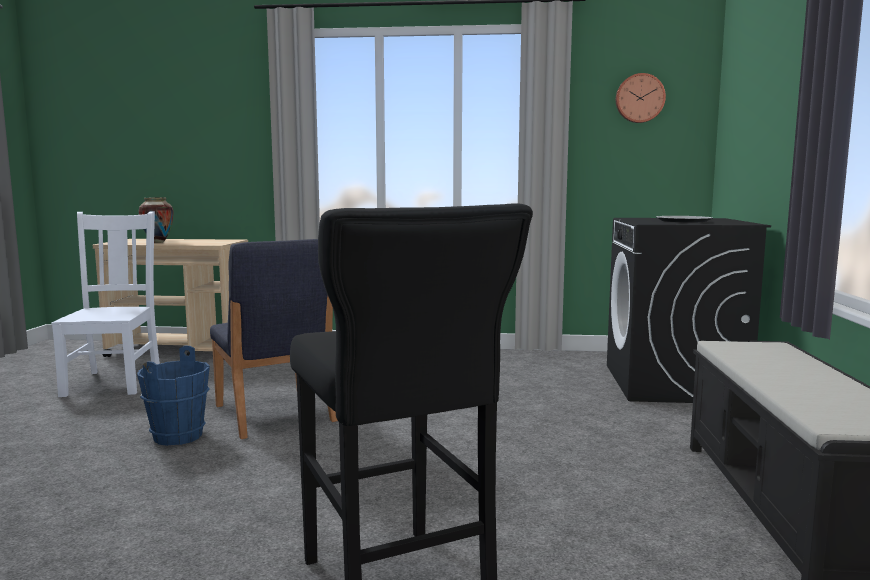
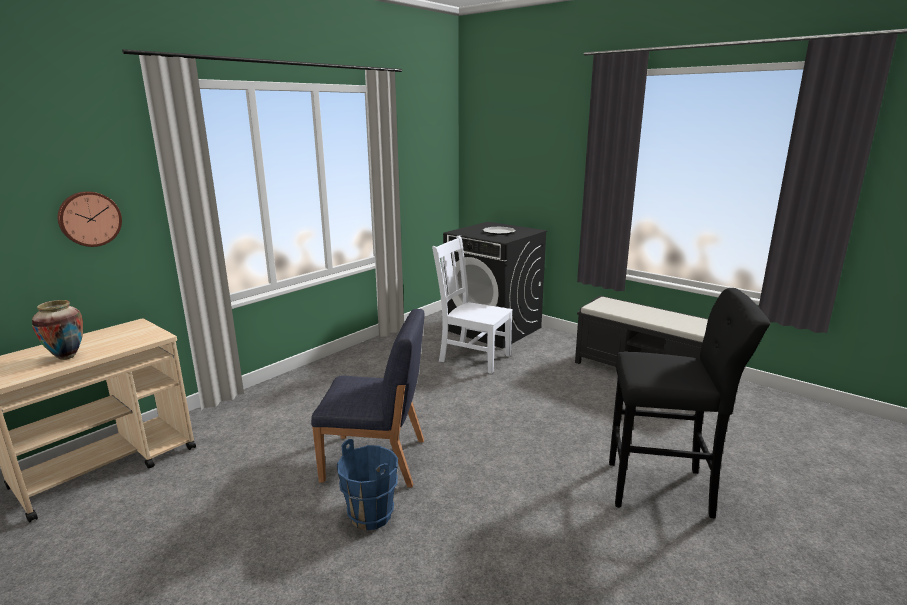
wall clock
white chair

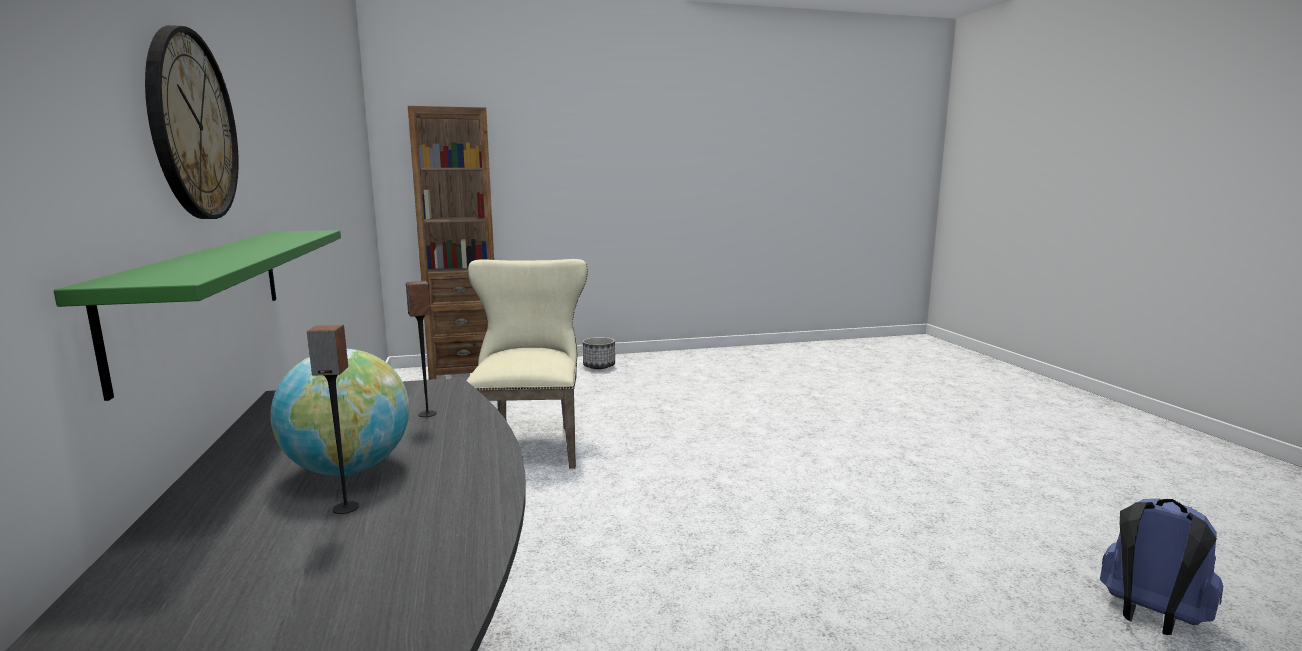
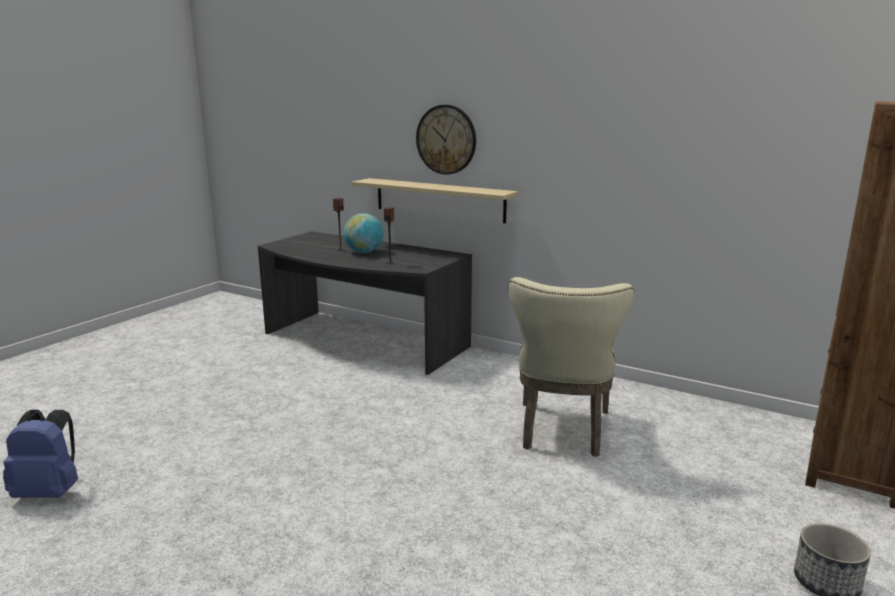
beige shelf
beige chair

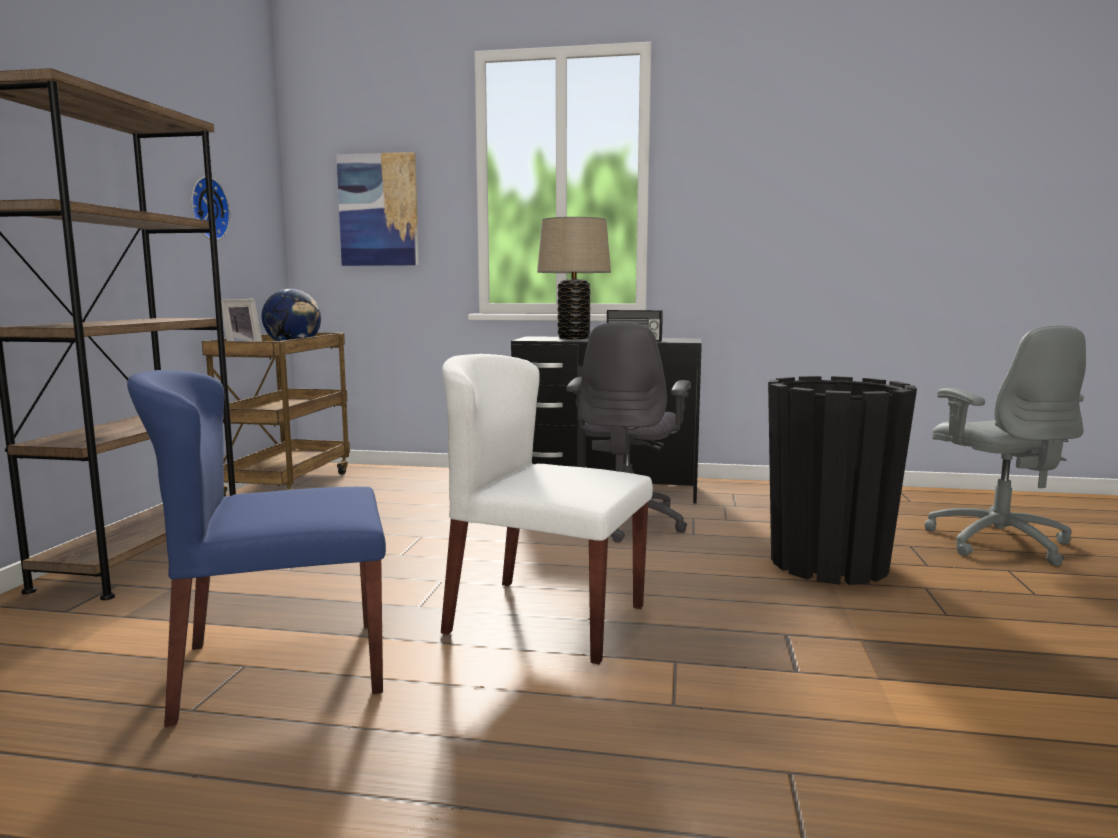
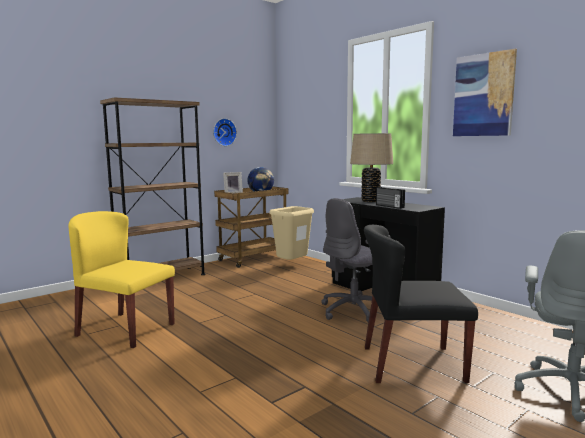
picture
white chair
yellow chair
black chair
beige trash can

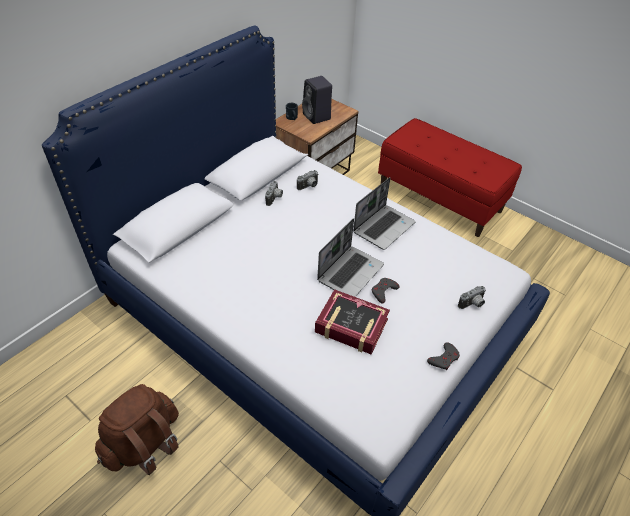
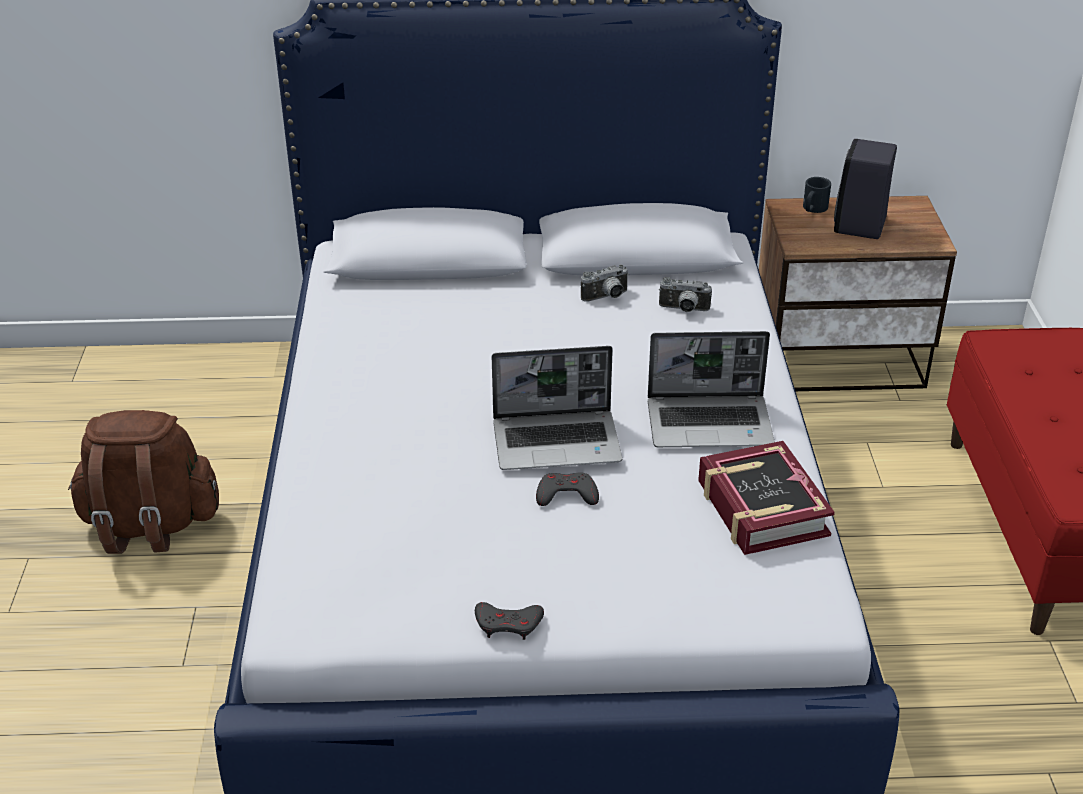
photo camera (no. 3 from left in the first image)
book

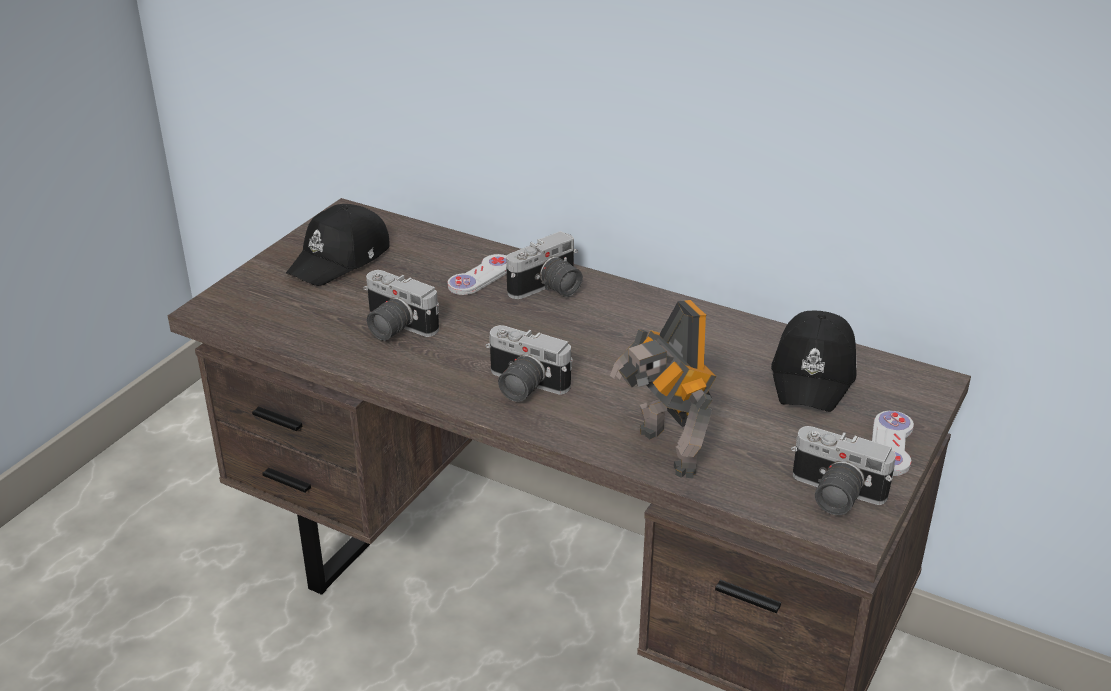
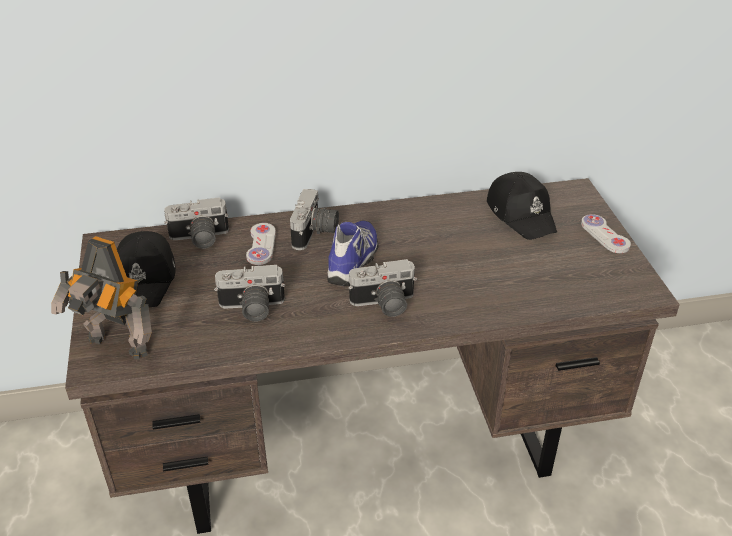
toy robot
photo camera (no. 1 from left)
shoe

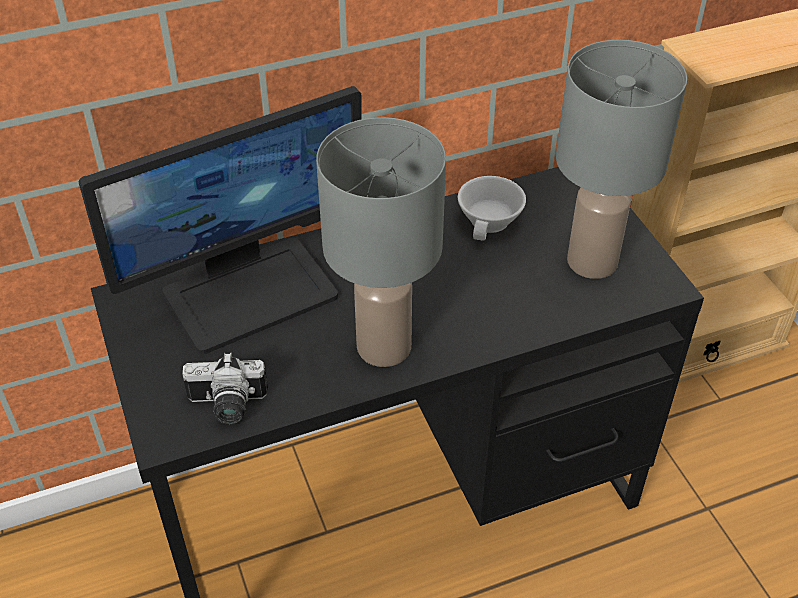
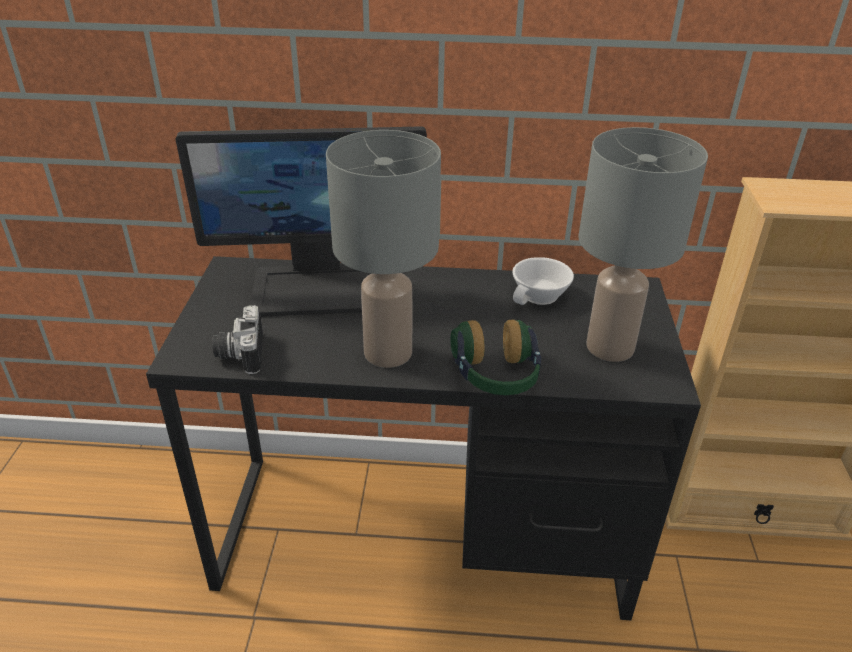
photo camera
headphones

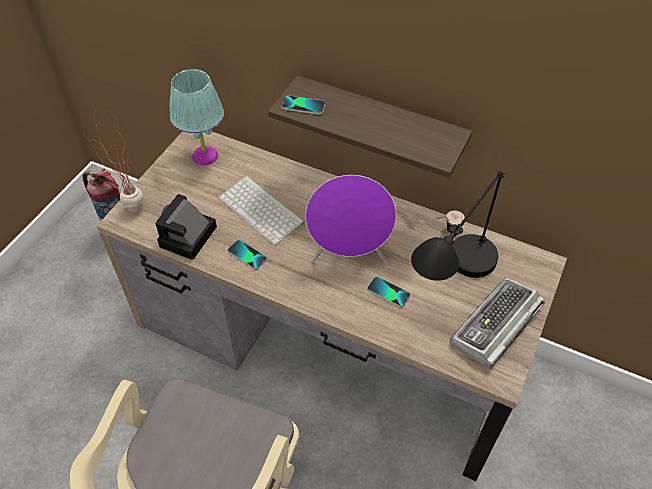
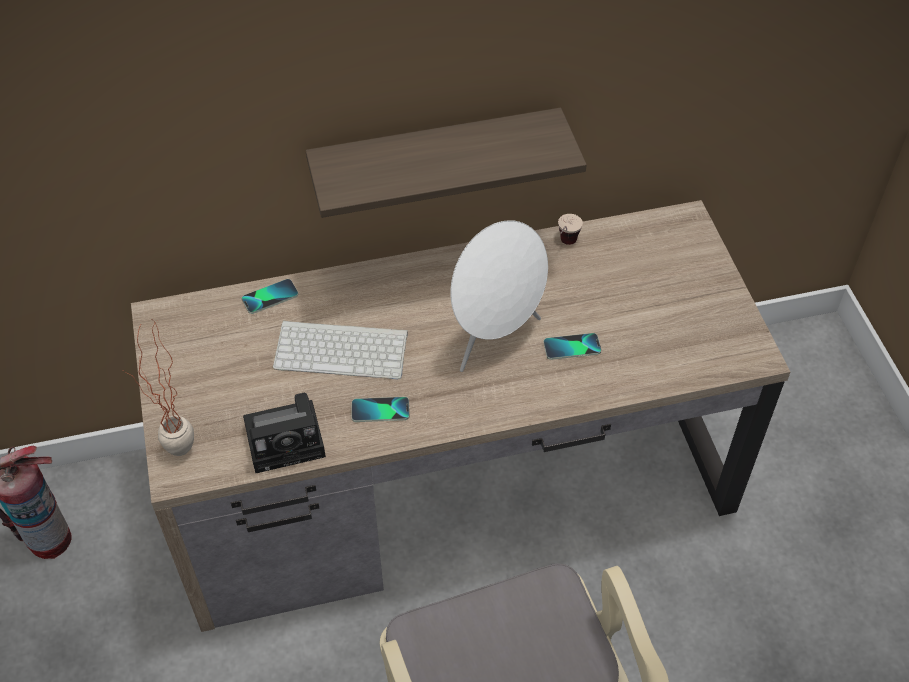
turquoise table lamp
phone (no. 1 from left)
black table lamp
white speaker
photo camera
keyboard (no. 2 from left in the first image)

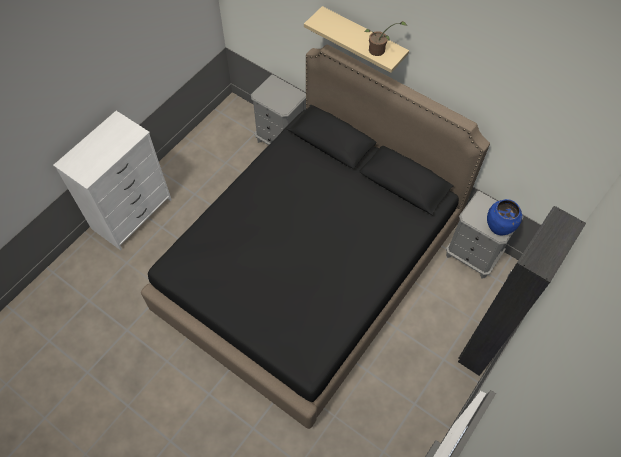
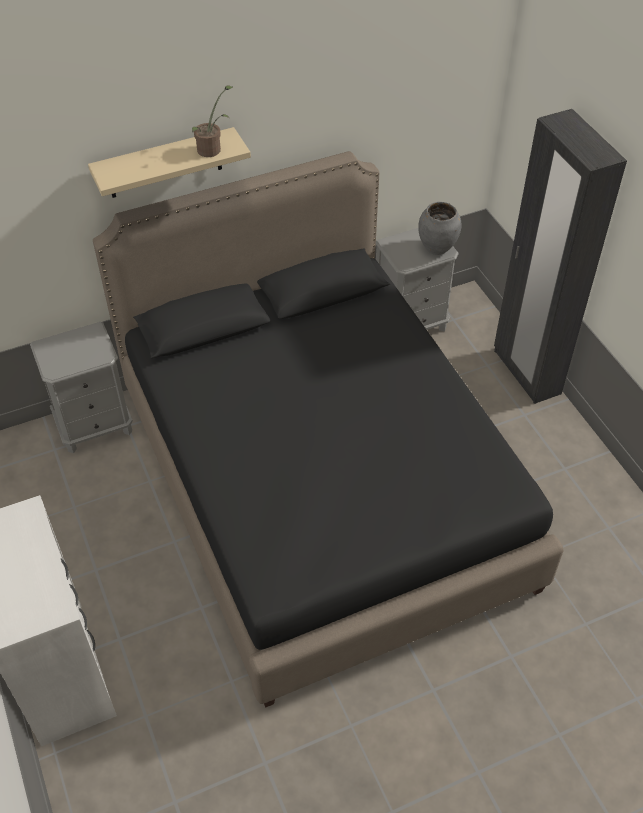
grey vase

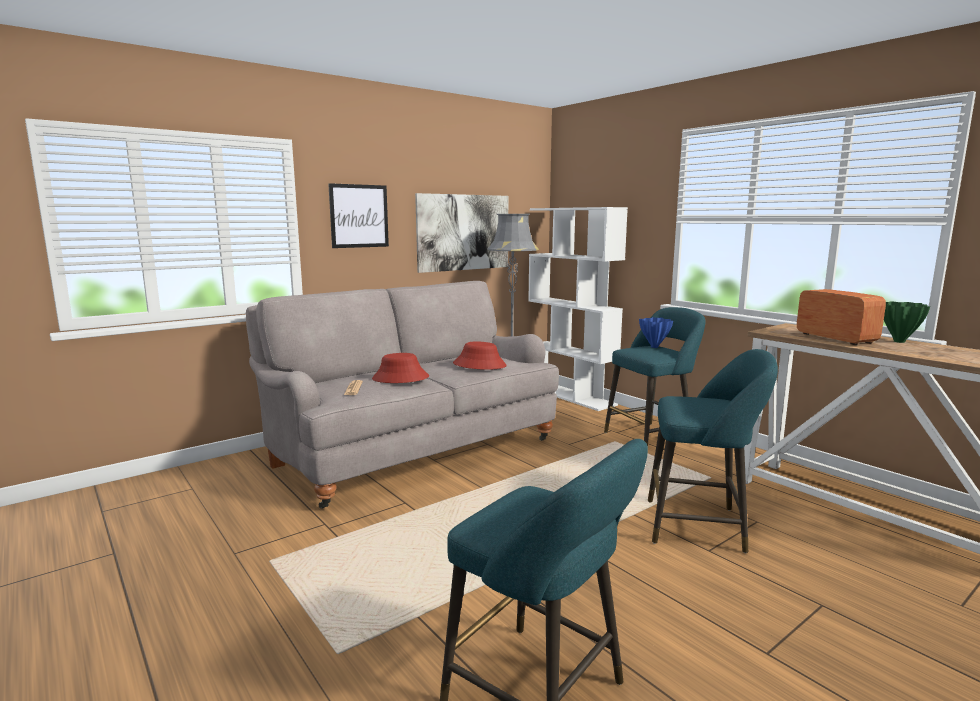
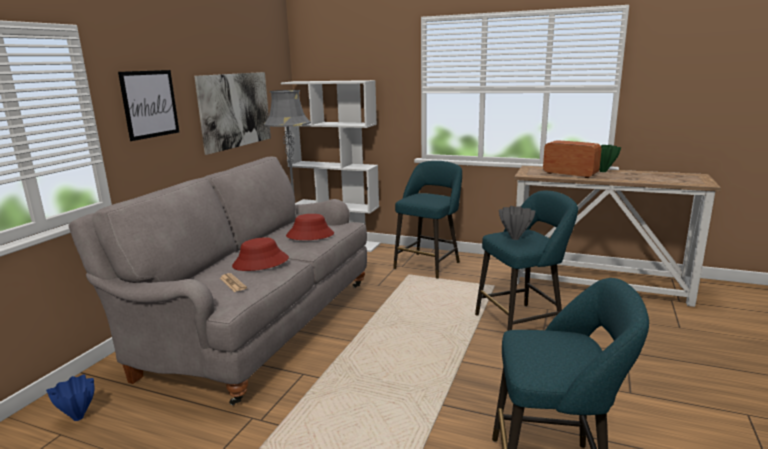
blue vase
grey vase

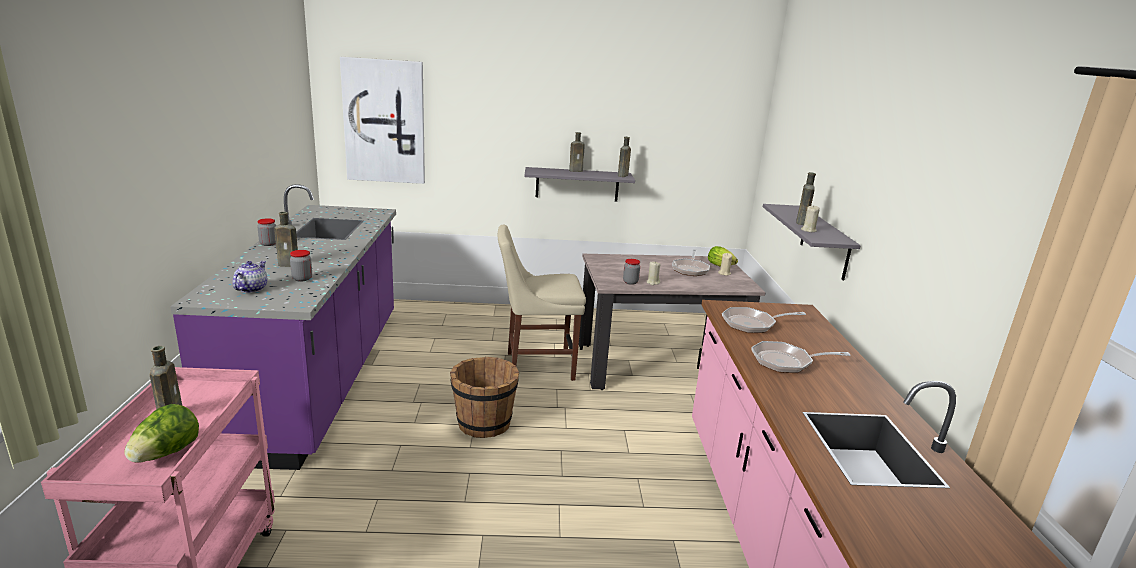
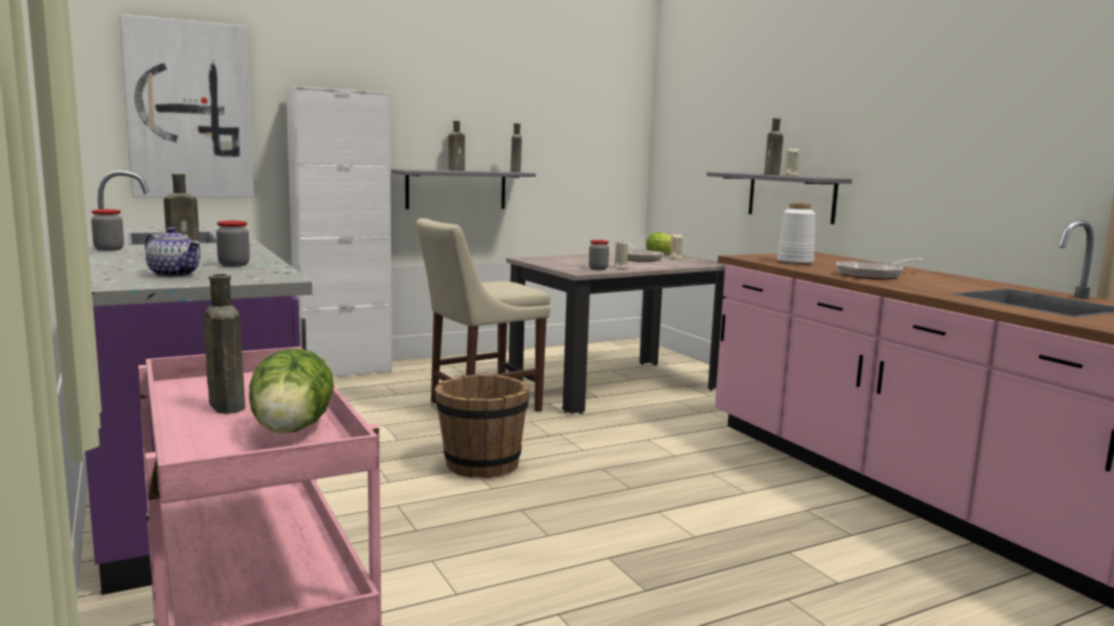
teapot
white vase
white cabinet

